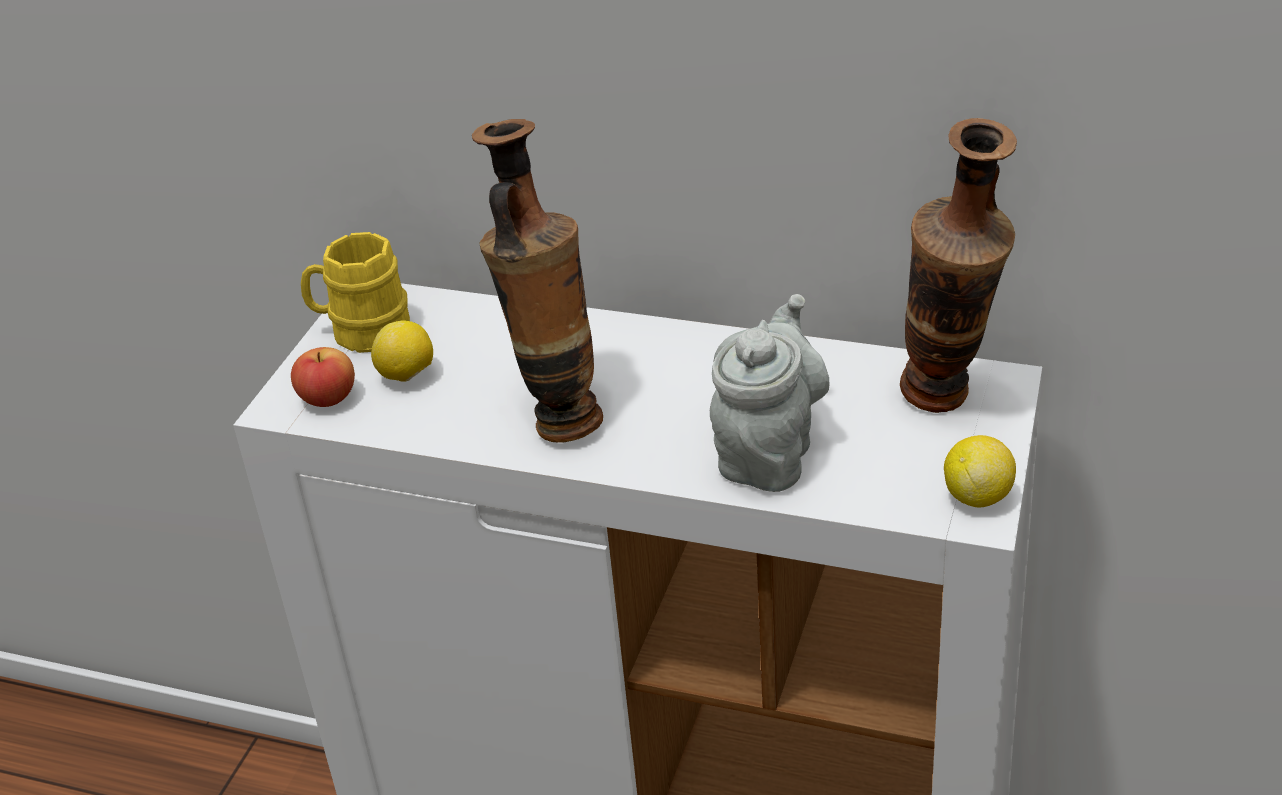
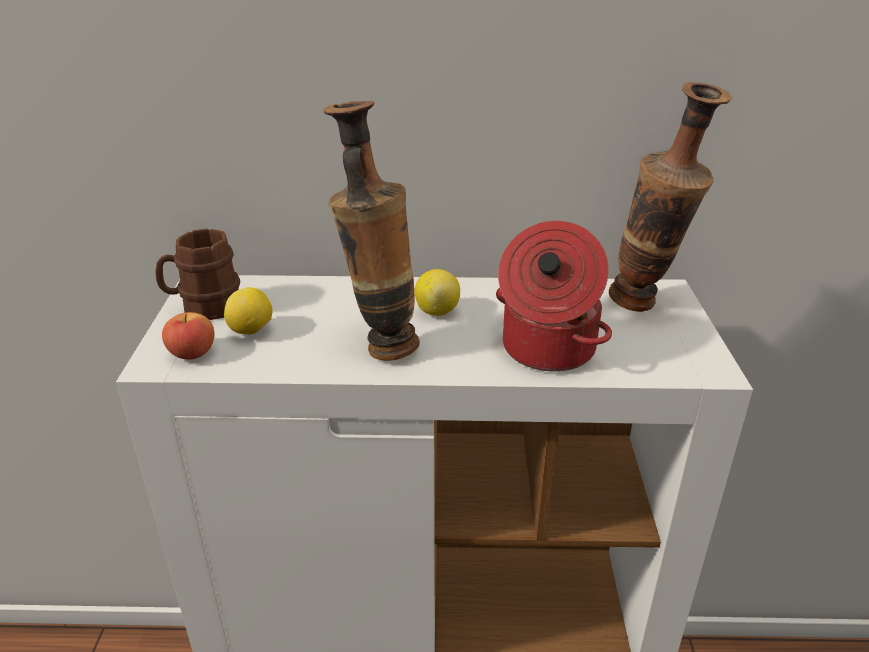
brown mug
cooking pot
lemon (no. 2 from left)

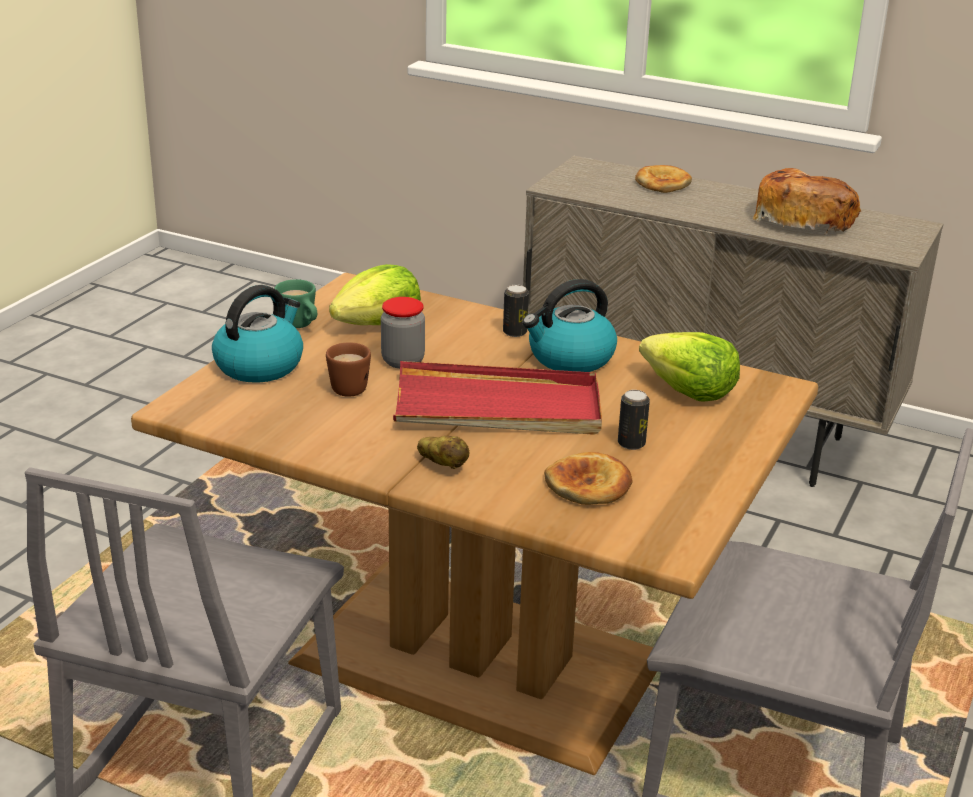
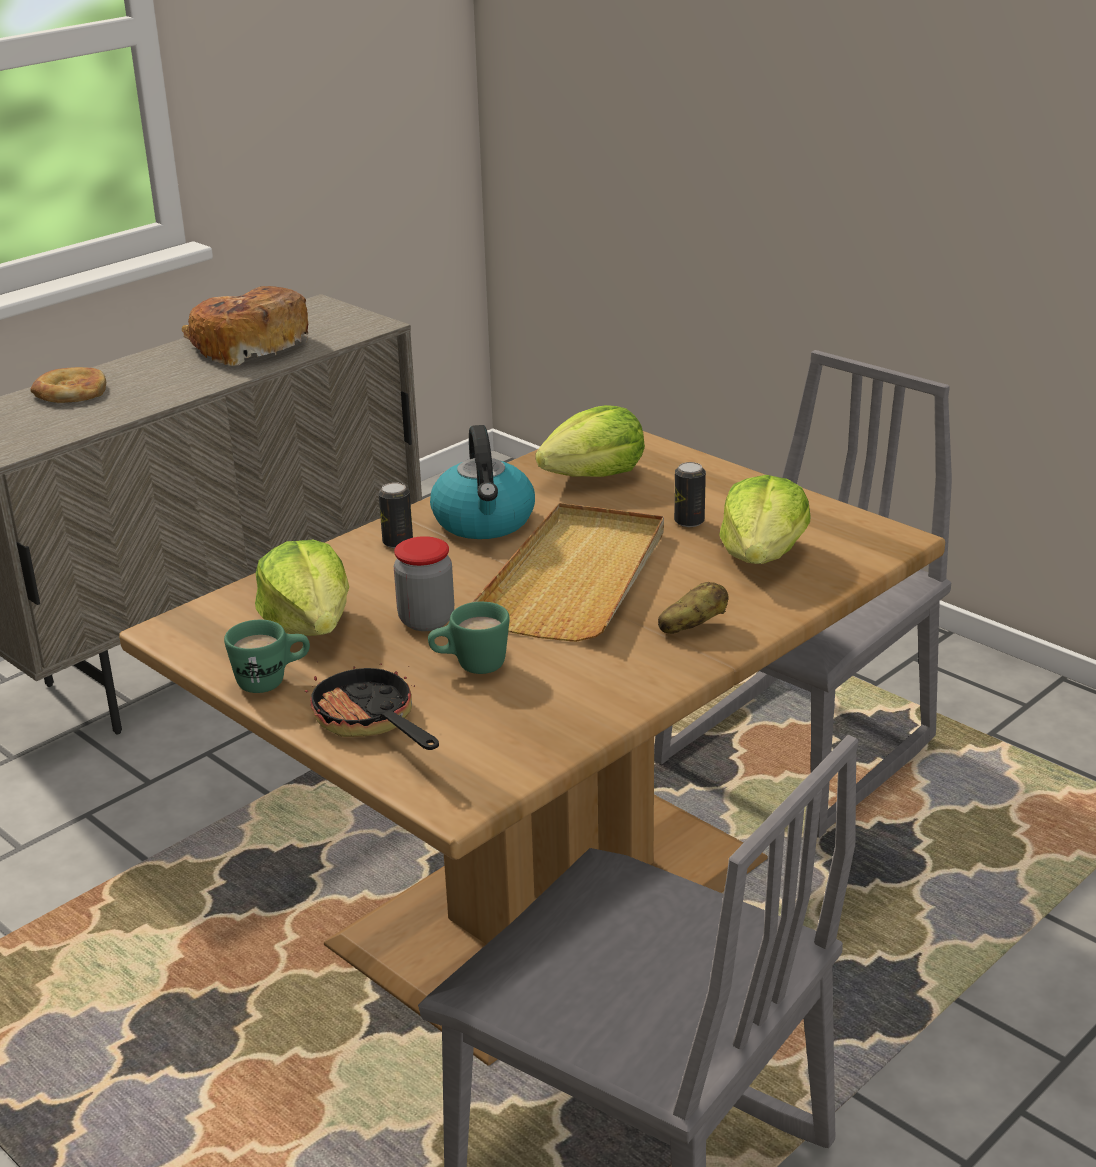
frying pan
green mug (no. 2 from left)
beige tray
lettuce (no. 3 from left)

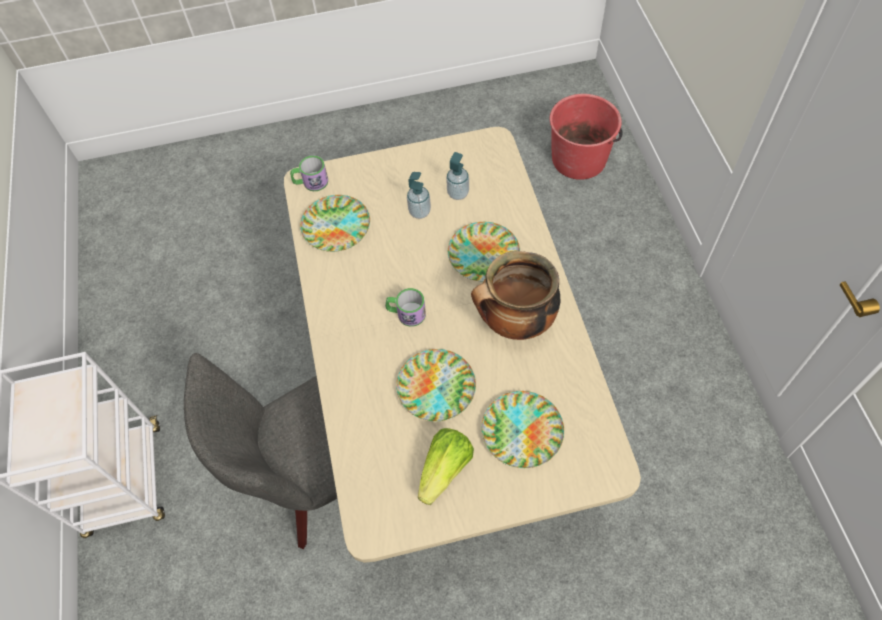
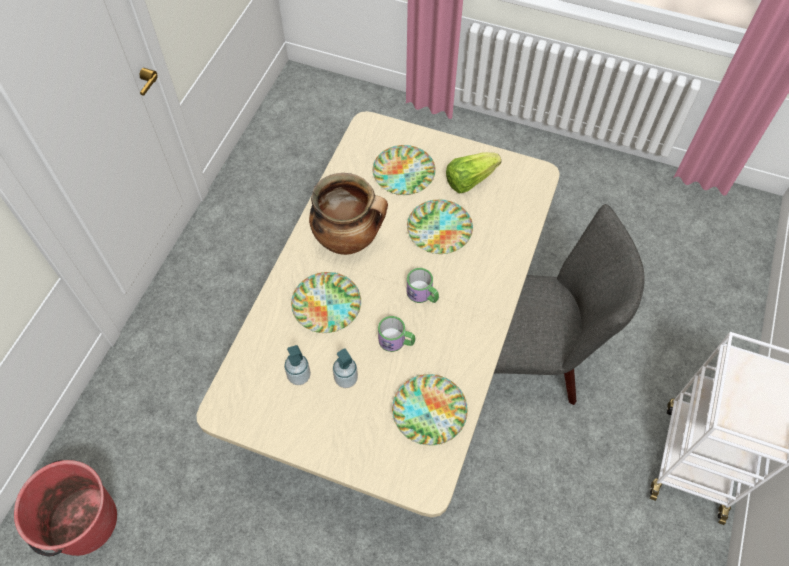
mug (no. 1 from left)

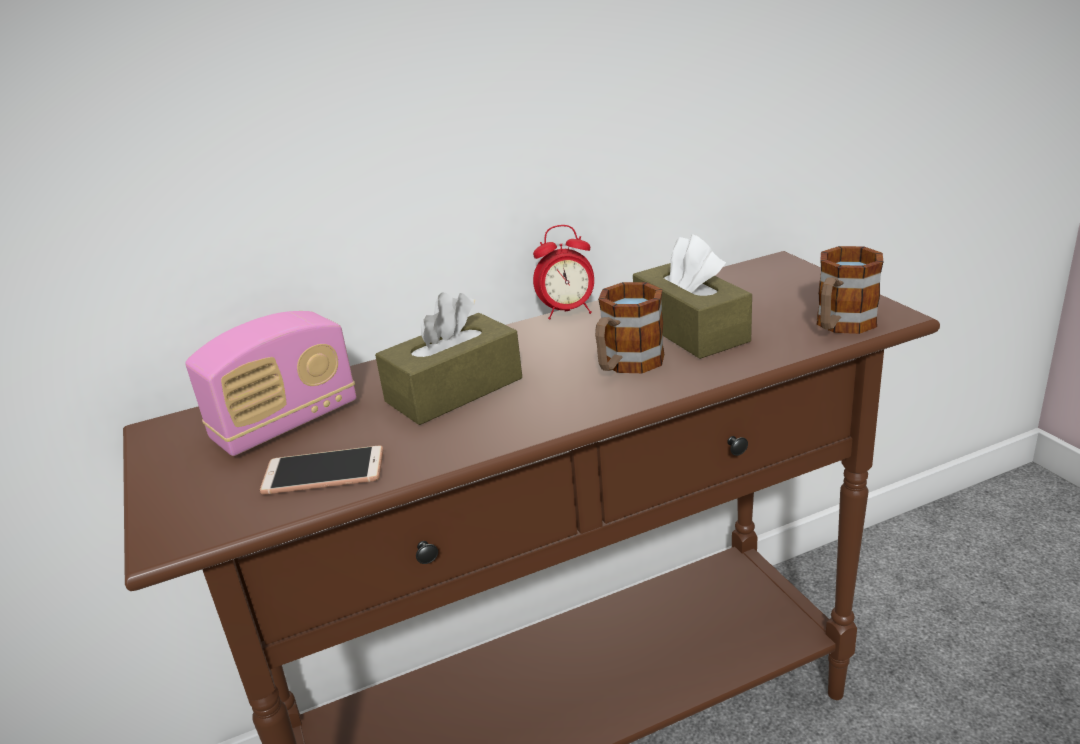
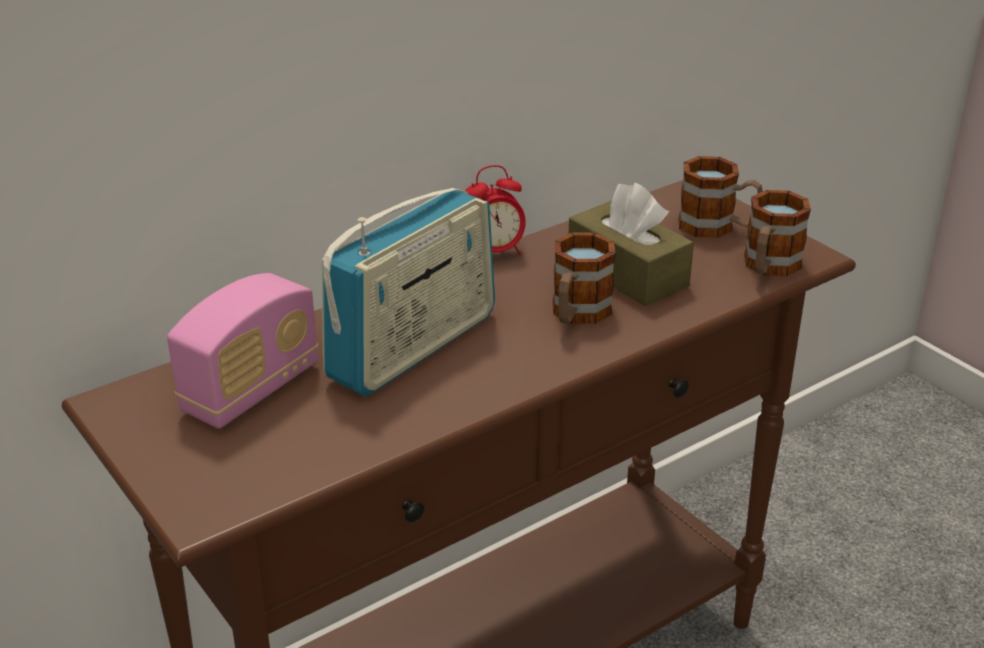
radio (no. 2 from left)
phone
mug (no. 2 from left)

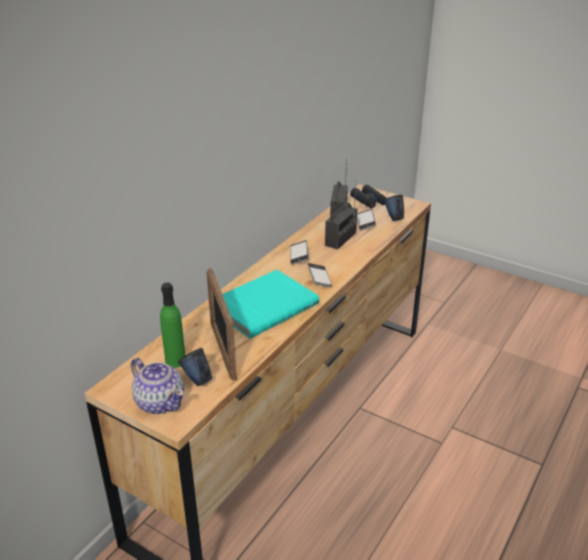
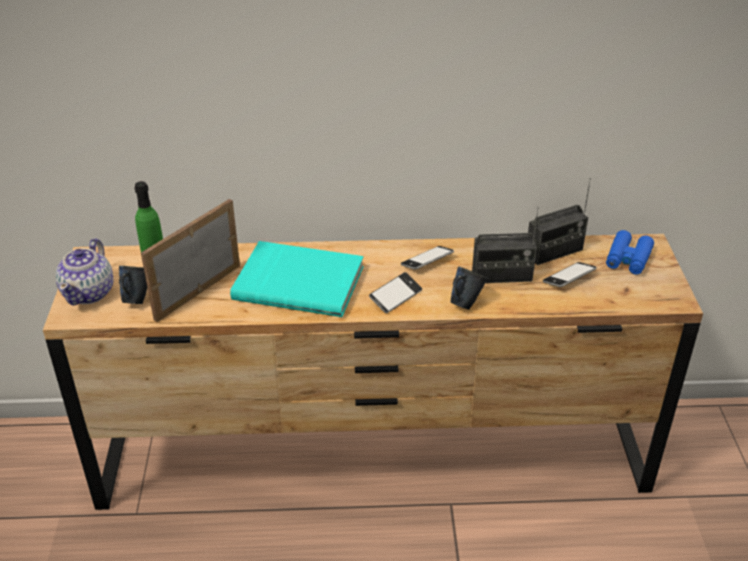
blue binoculars
blue mug (no. 2 from left)

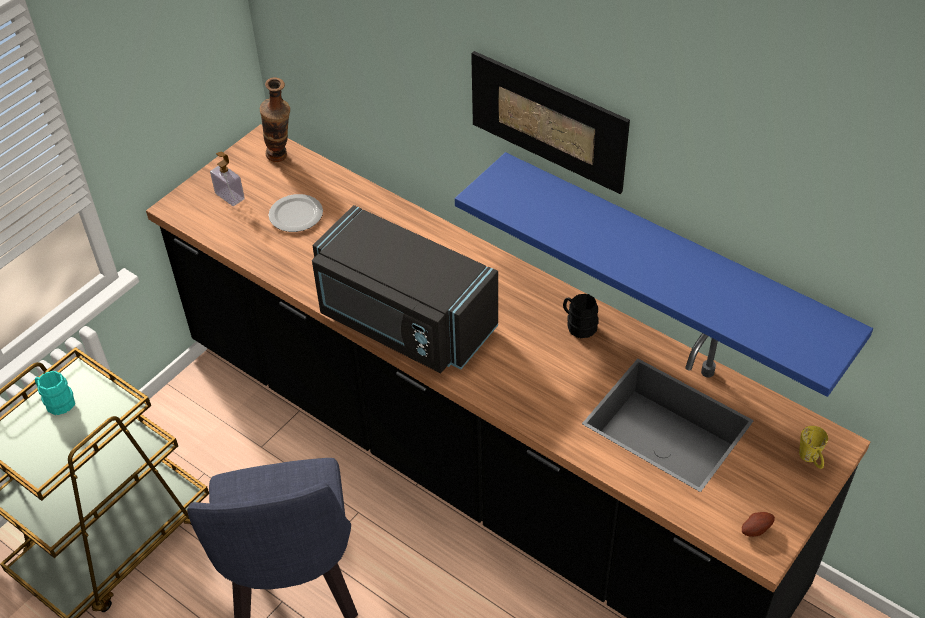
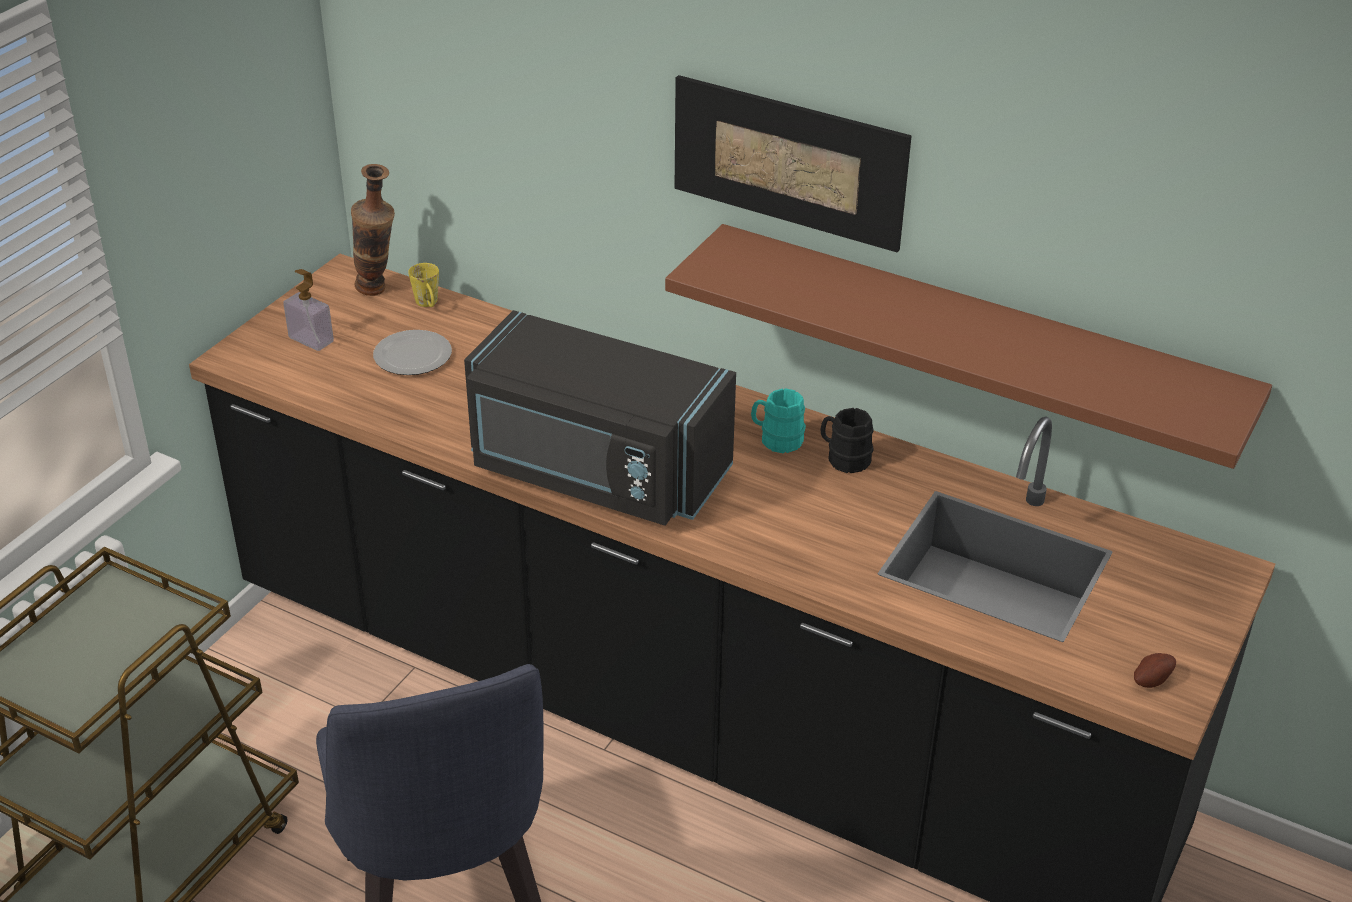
brown shelf
turquoise mug
yellow mug

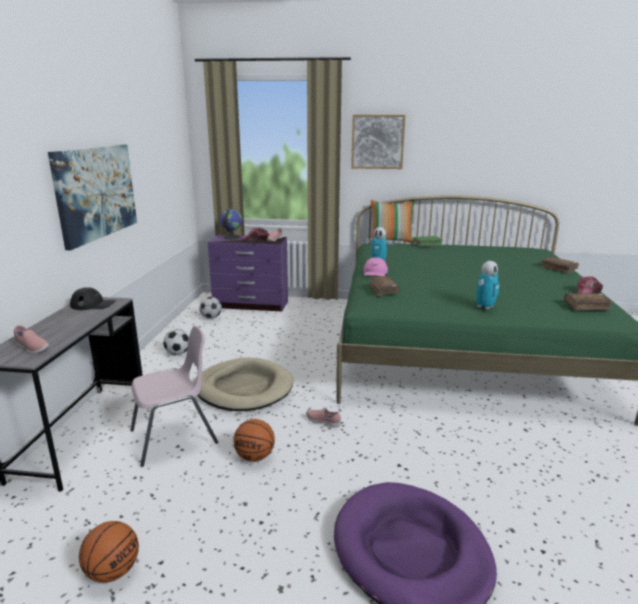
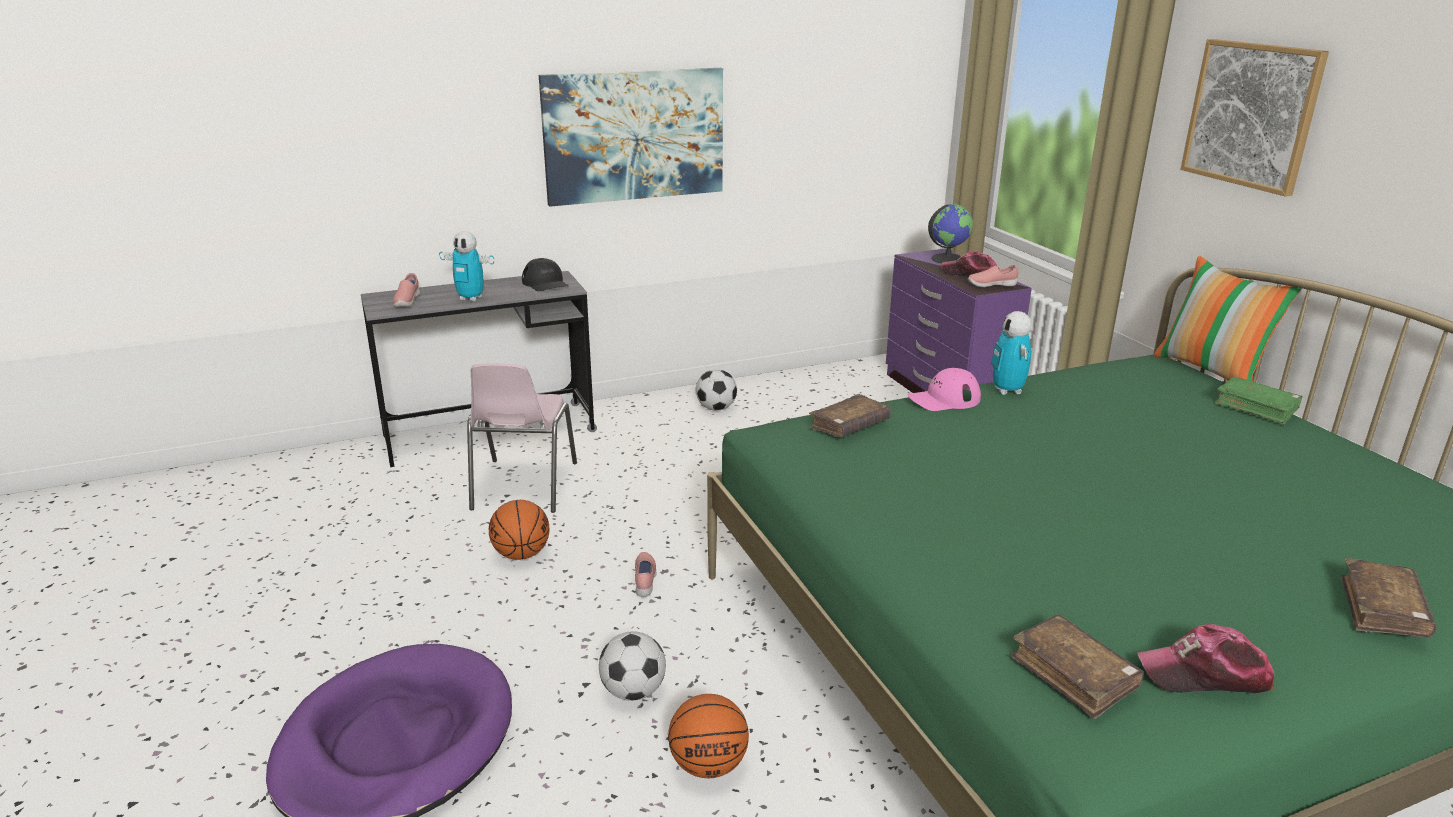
toy robot (no. 1 from left)
football (no. 1 from left)
pink chair
beige dog bed
basketball (no. 2 from left)

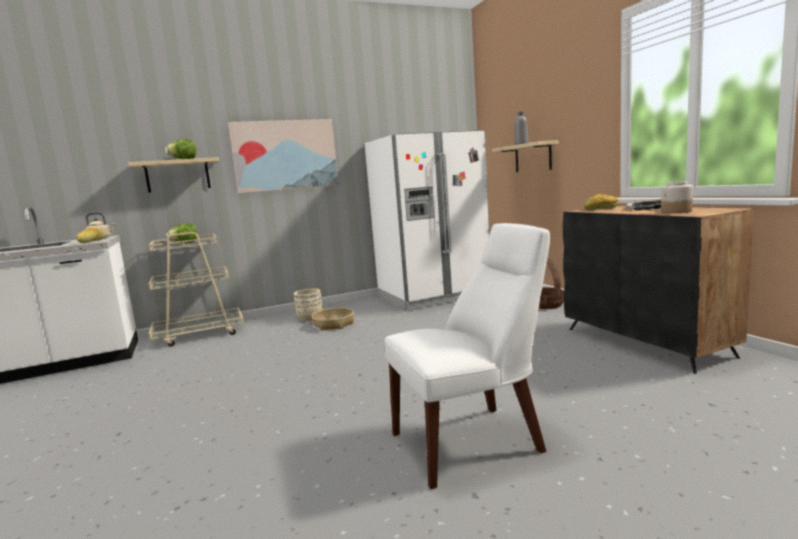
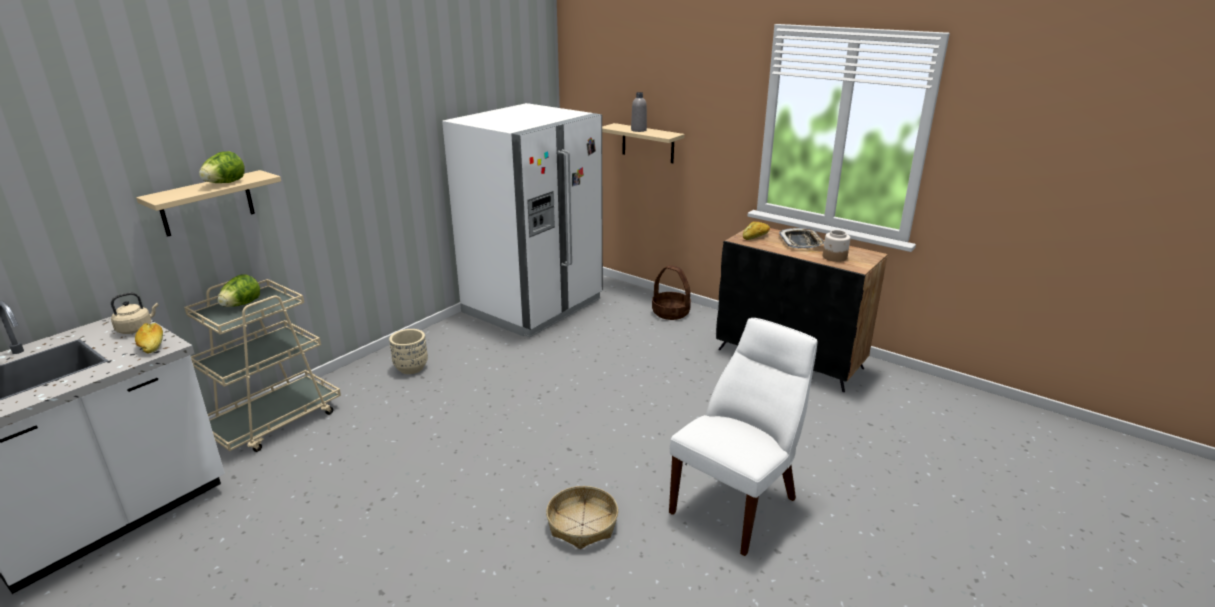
picture
basket (no. 1 from left)

